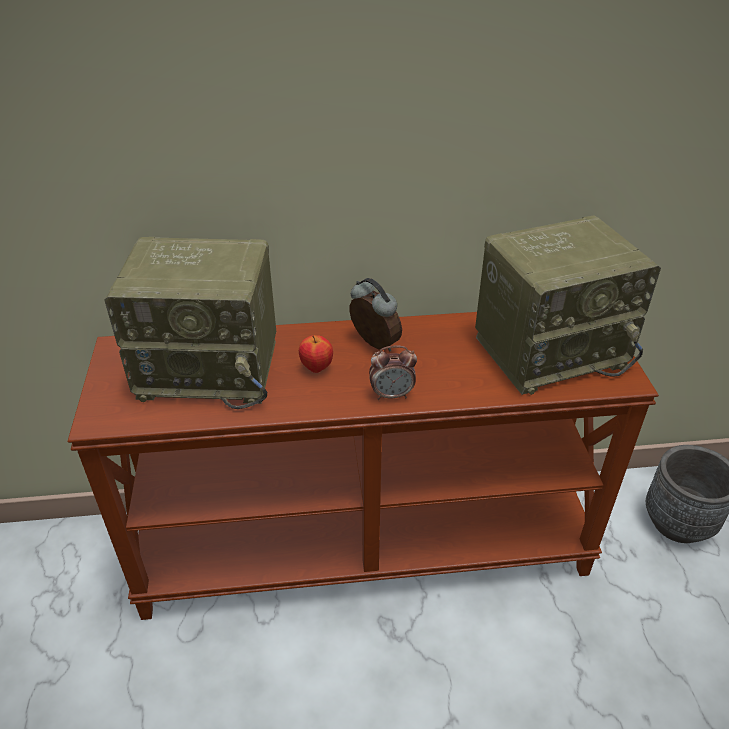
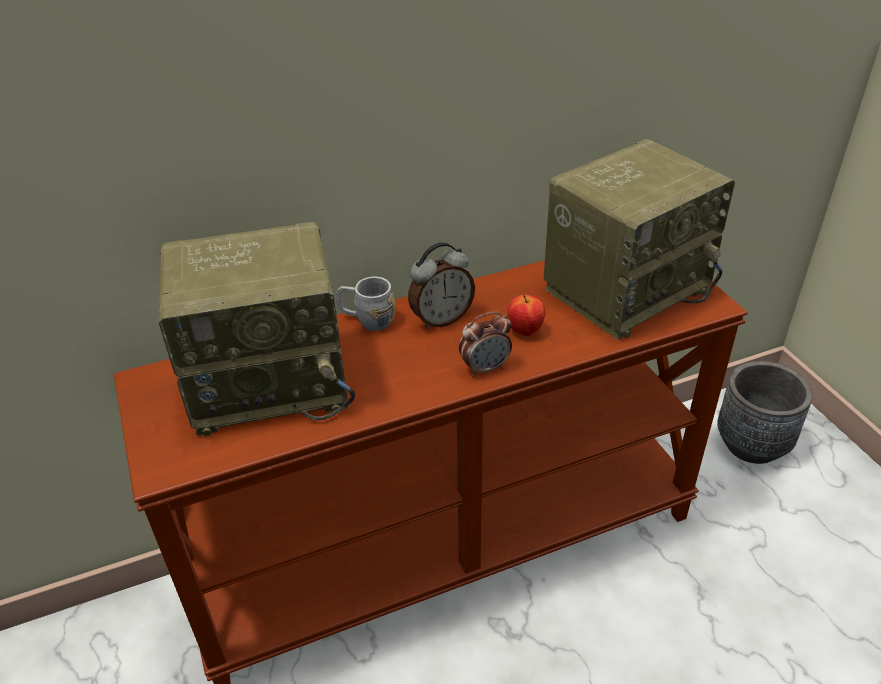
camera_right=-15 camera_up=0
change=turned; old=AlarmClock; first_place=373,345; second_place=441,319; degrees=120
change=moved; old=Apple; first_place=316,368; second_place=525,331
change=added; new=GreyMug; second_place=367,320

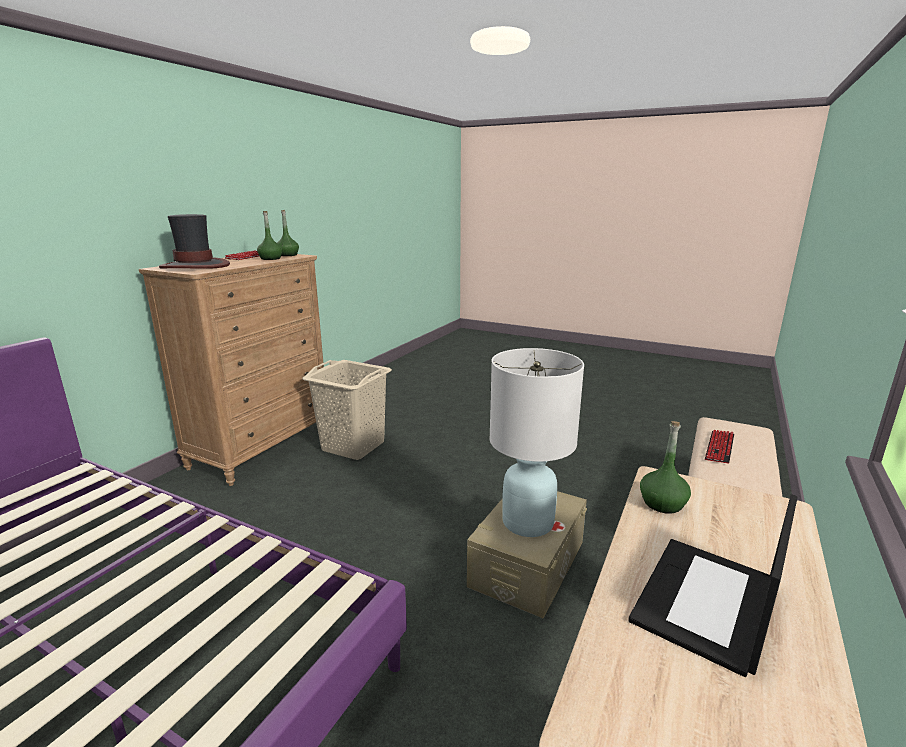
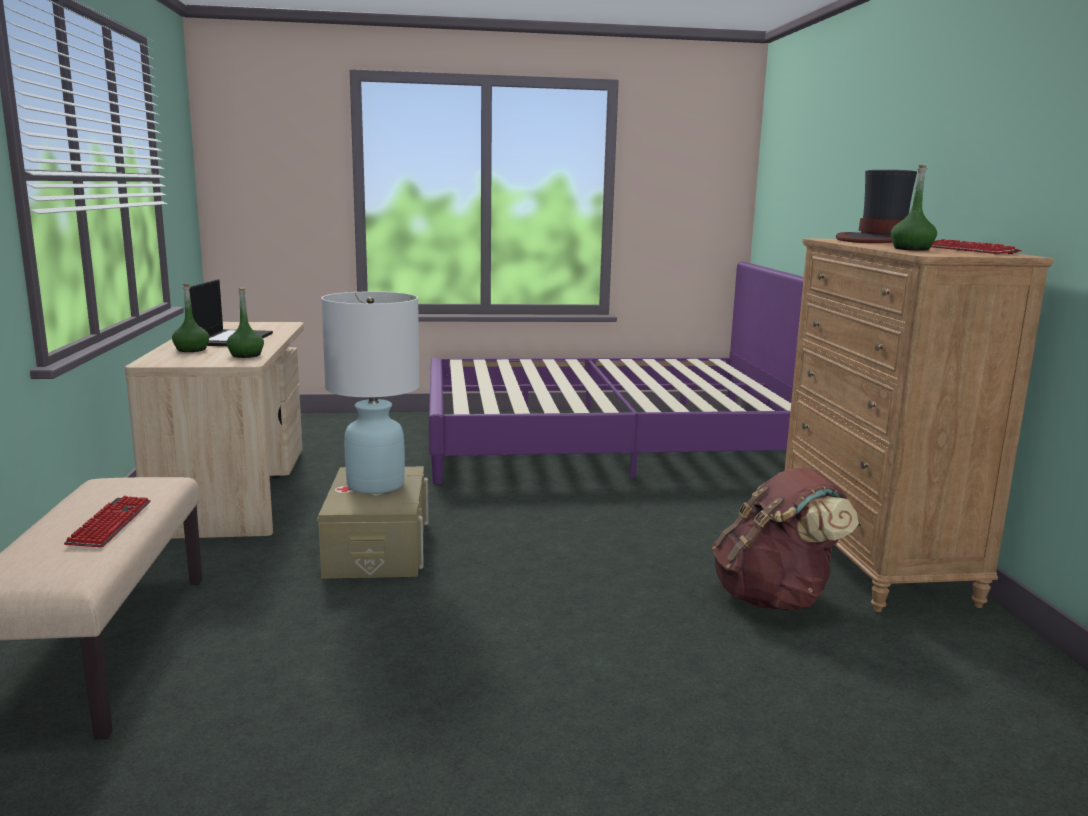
camera_right=145 camera_up=-5
change=moved; old=GreenBottle; first_place=287,255; second_place=191,350
change=replaced; old=BeigeLaundryBasket; new=BrownBackpack; first_place=353,446; second_place=775,598

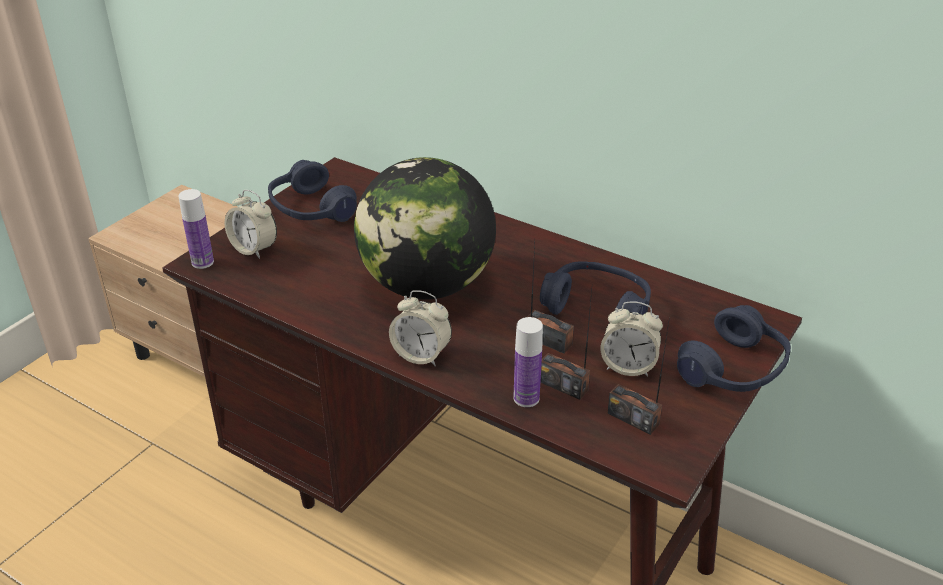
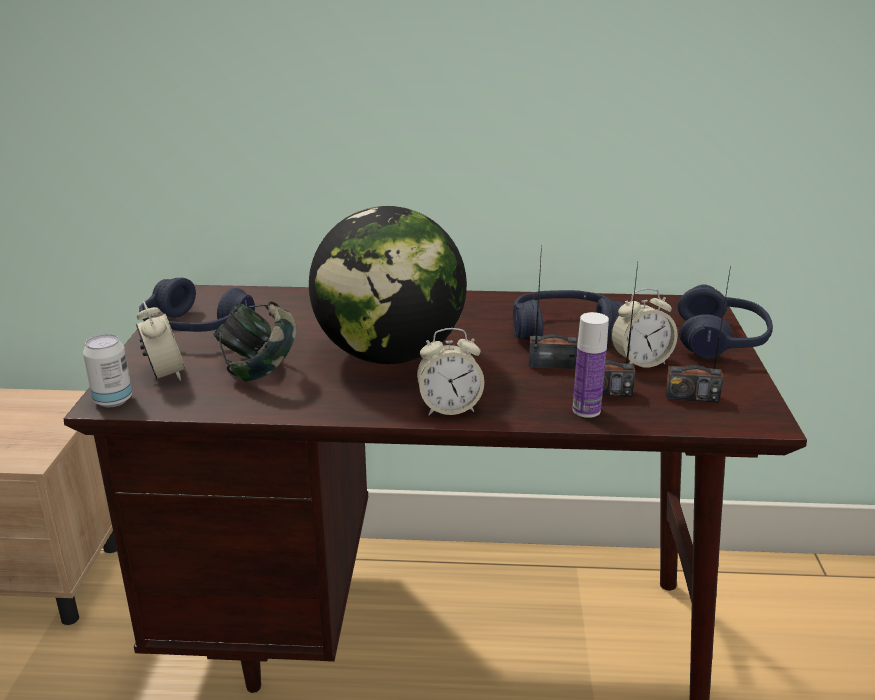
camera_right=-30 camera_up=-10
change=replaced; old=Bottle; new=Can; first_place=202,262; second_place=113,400
change=turned; old=AlarmClock; first_place=254,249; second_place=165,374; degrees=-120
change=added; new=Headphones; second_place=259,370

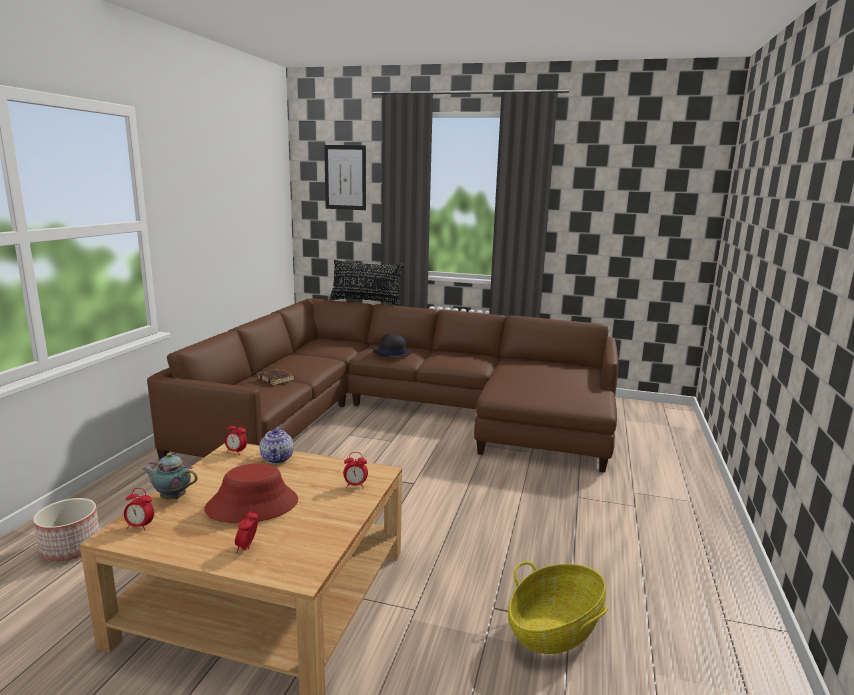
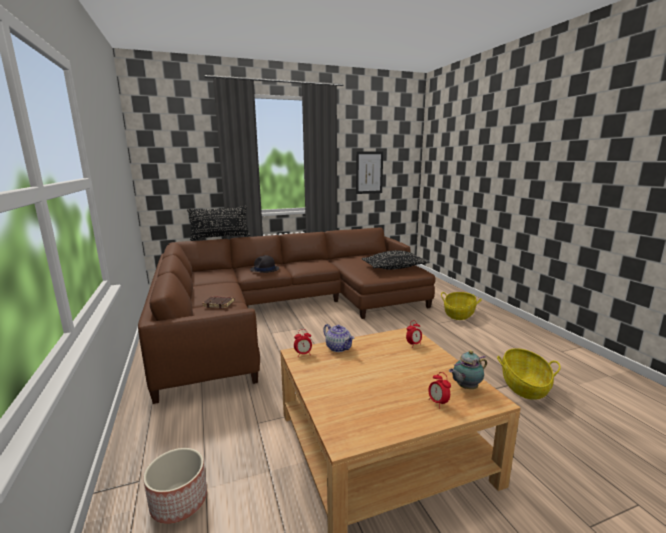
camera_right=-35 camera_up=0
change=moved; old=Picture; first_place=345,177; second_place=369,172
change=moved; old=Teapot; first_place=172,497; second_place=465,387
change=removed; old=RedHat; first_place=252,505
change=removed; old=AlarmClock; first_place=140,526
change=added; new=BlackPillow; second_place=394,268
change=added; new=Basket; second_place=459,314

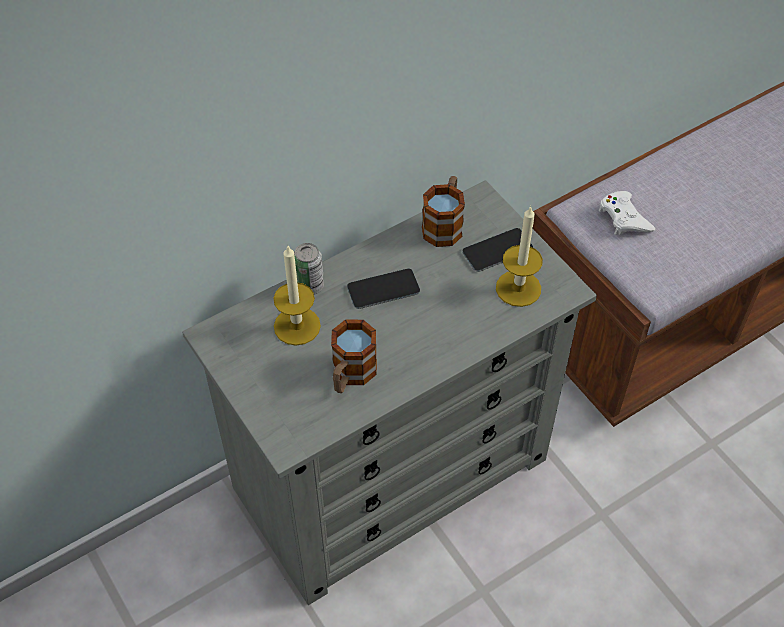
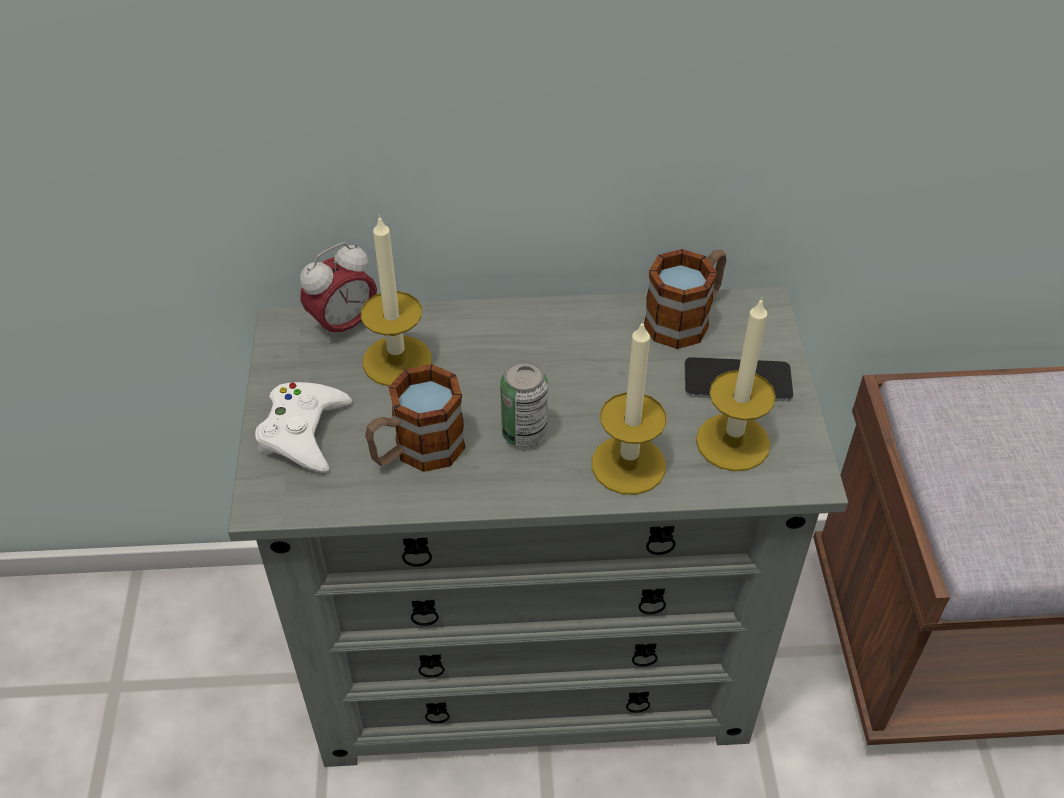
camera_right=30 camera_up=-5
change=moved; old=WhiteGameController; first_place=624,218; second_place=304,432
change=moved; old=Can; first_place=310,286; second_place=524,433
change=removed; old=Phone; first_place=383,289
change=added; new=AlarmClock; second_place=344,325
change=added; new=Candle; second_place=628,465

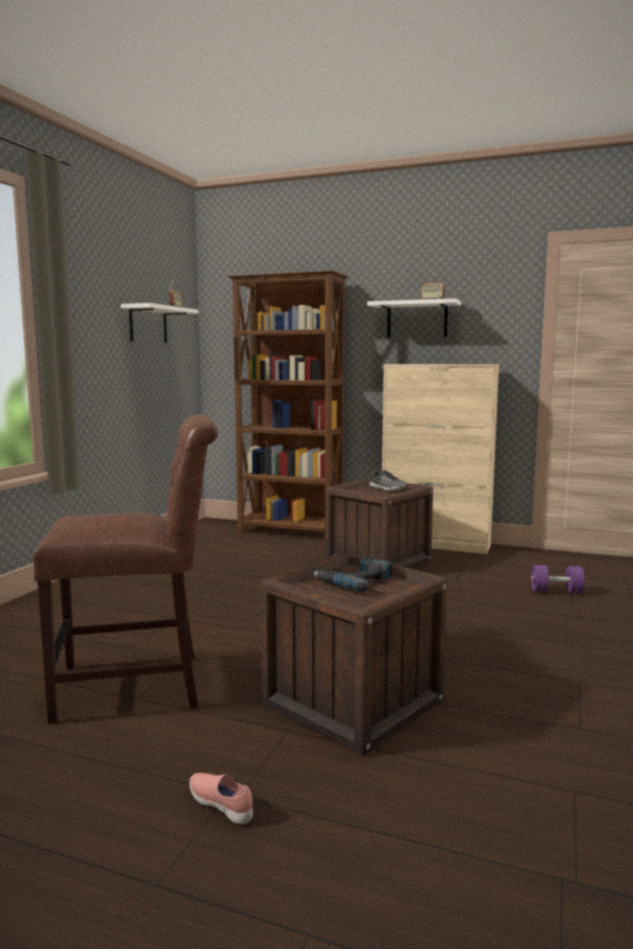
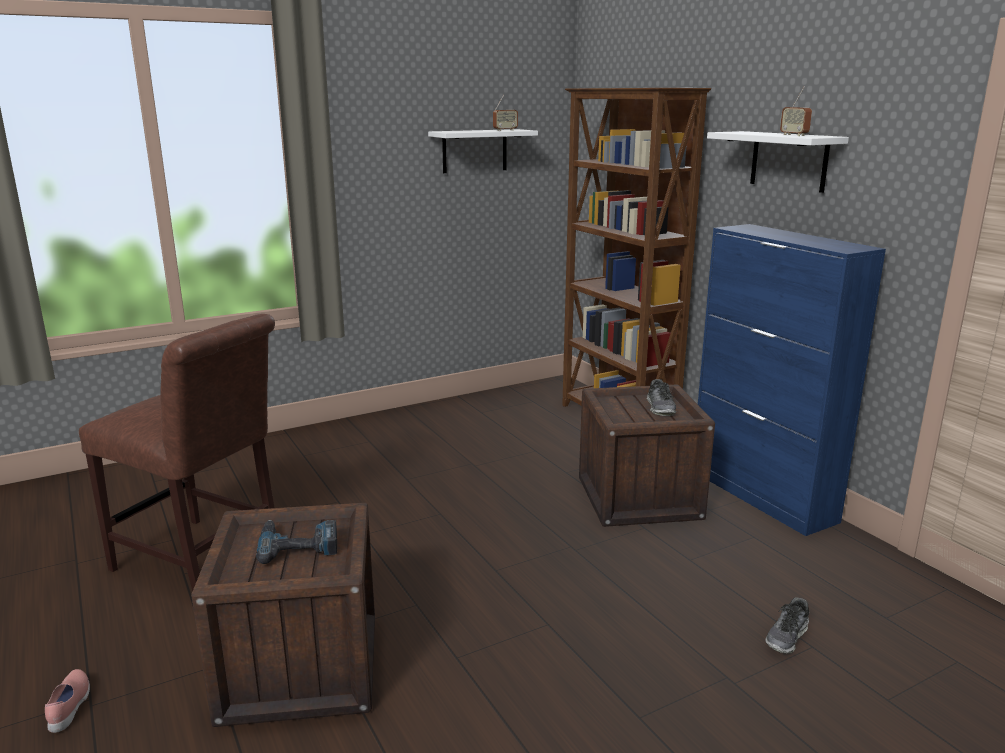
camera_right=40 camera_up=10
change=recoloured; old=BeigeCabinet; new=BlueCabinet; first_place=436,544; second_place=762,496
change=replaced; old=PurpleDumbbell; new=Shoe; first_place=556,591; second_place=787,637

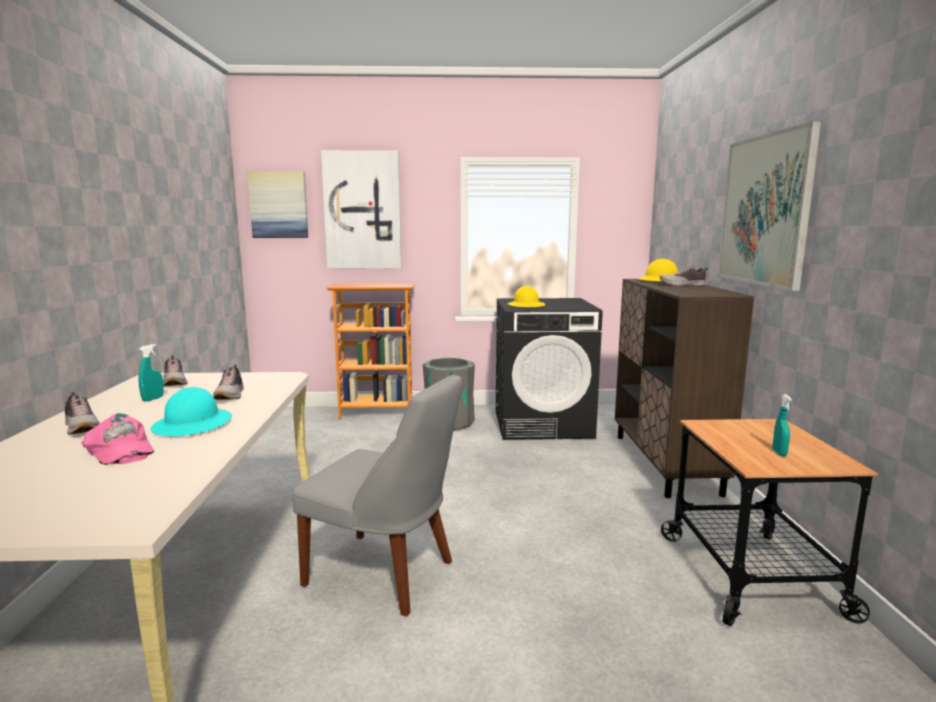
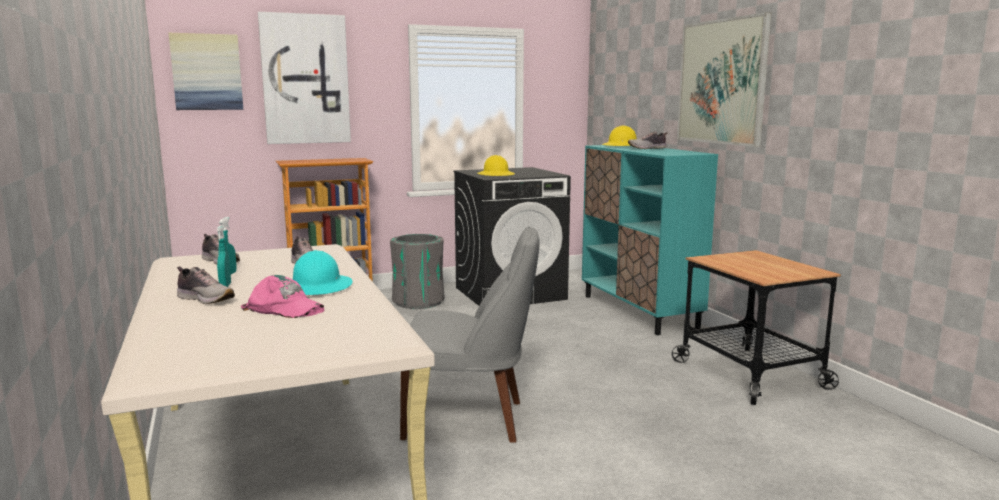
camera_right=-20 camera_up=0
change=recoloured; old=BrownCabinet; new=TurquoiseCabinet; first_place=665,463; second_place=639,311
change=moved; old=TurquoiseSprayBottle; first_place=779,453; second_place=225,286

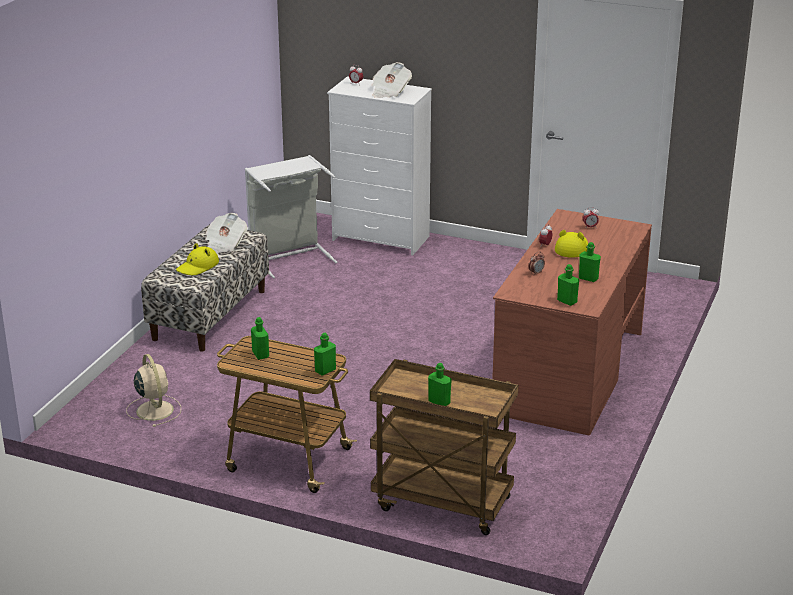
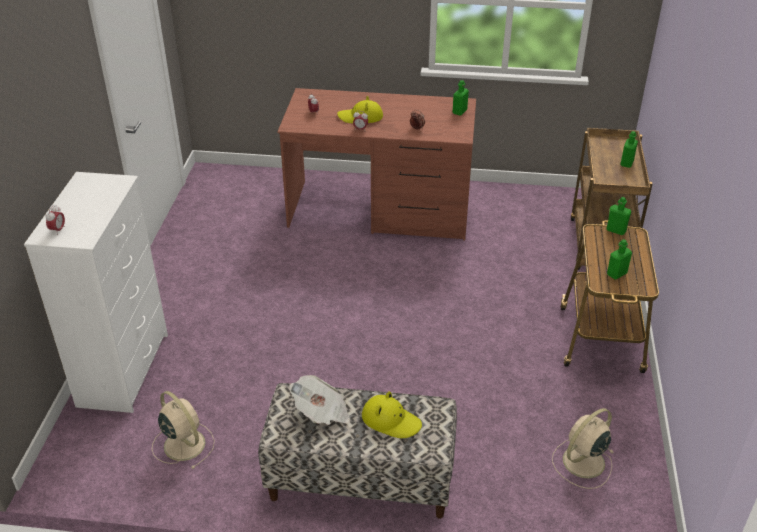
camera_right=-105 camera_up=10
change=removed; old=Newspaper; first_place=389,92
change=replaced; old=GreyLaundryBasket; new=BeigeFan; first_place=289,256; second_place=183,443
change=removed; old=GreenBottle; first_place=588,278

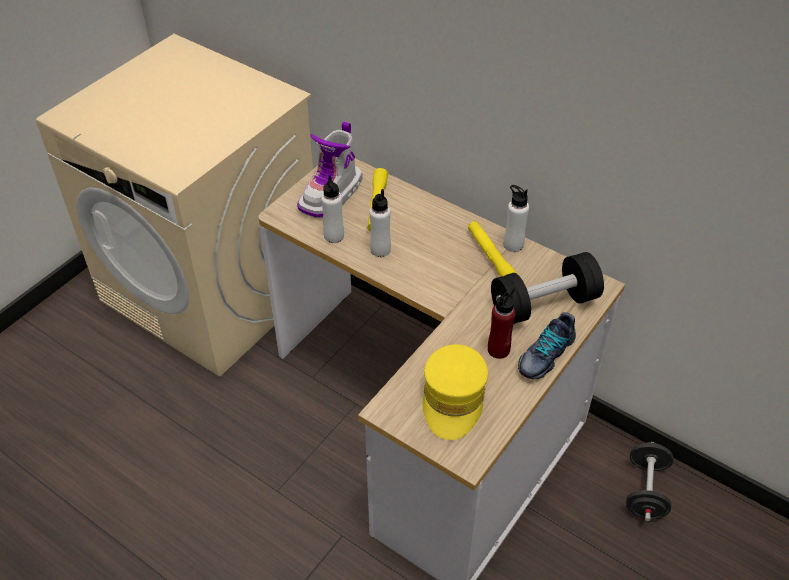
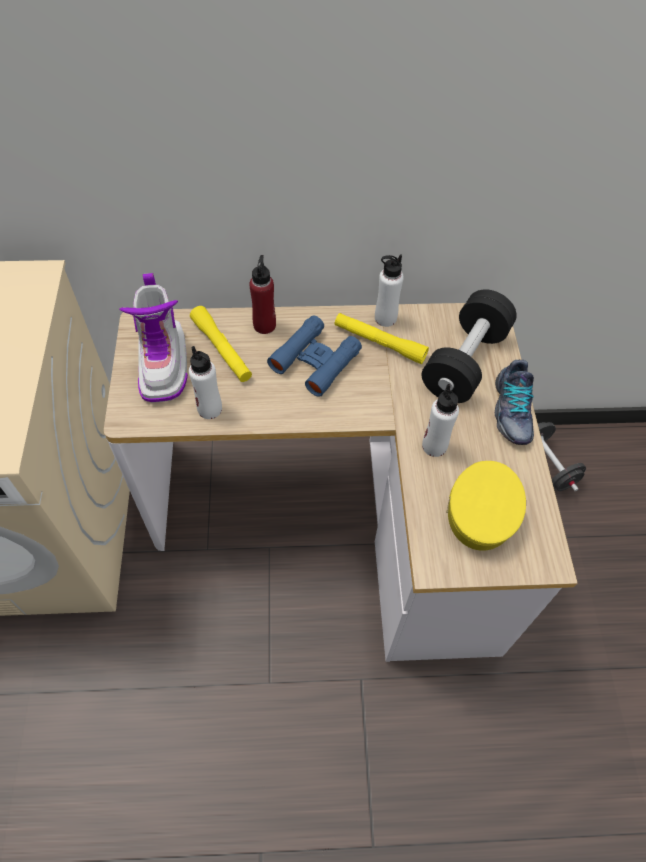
camera_right=-40 camera_up=10
change=moved; old=WhiteBottle; first_place=380,250; second_place=434,446
change=moved; old=RedBottle; first_place=498,350; second_place=264,325
change=turned; old=YellowCap; first_place=453,399; second_place=481,509; degrees=-135
change=added; new=BlueBinoculars; second_place=315,361

